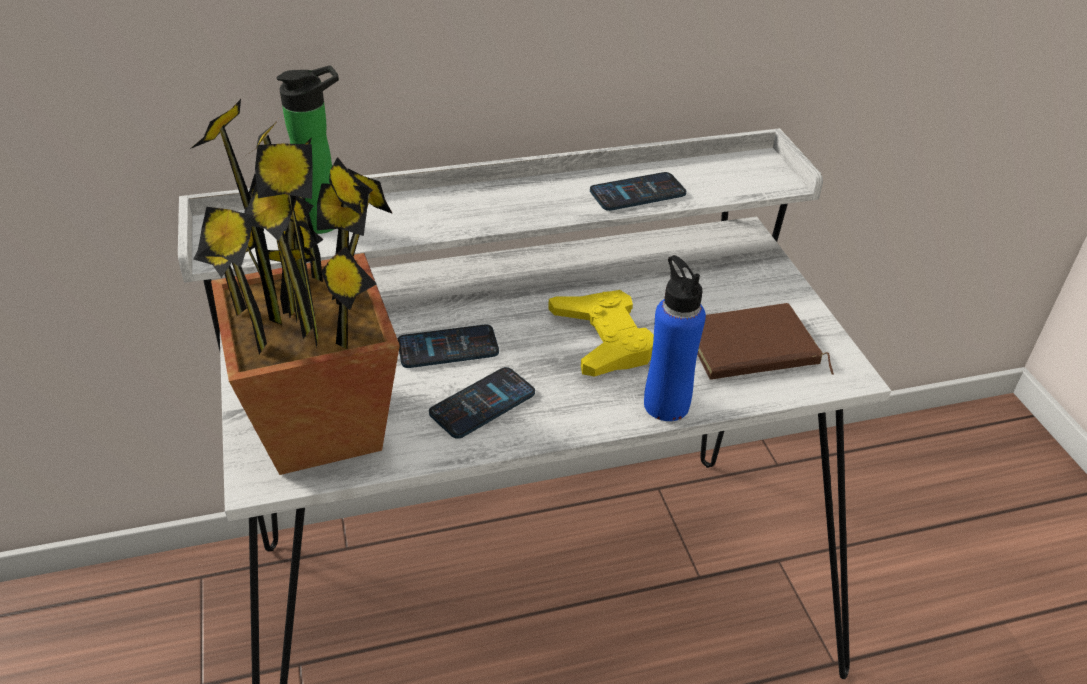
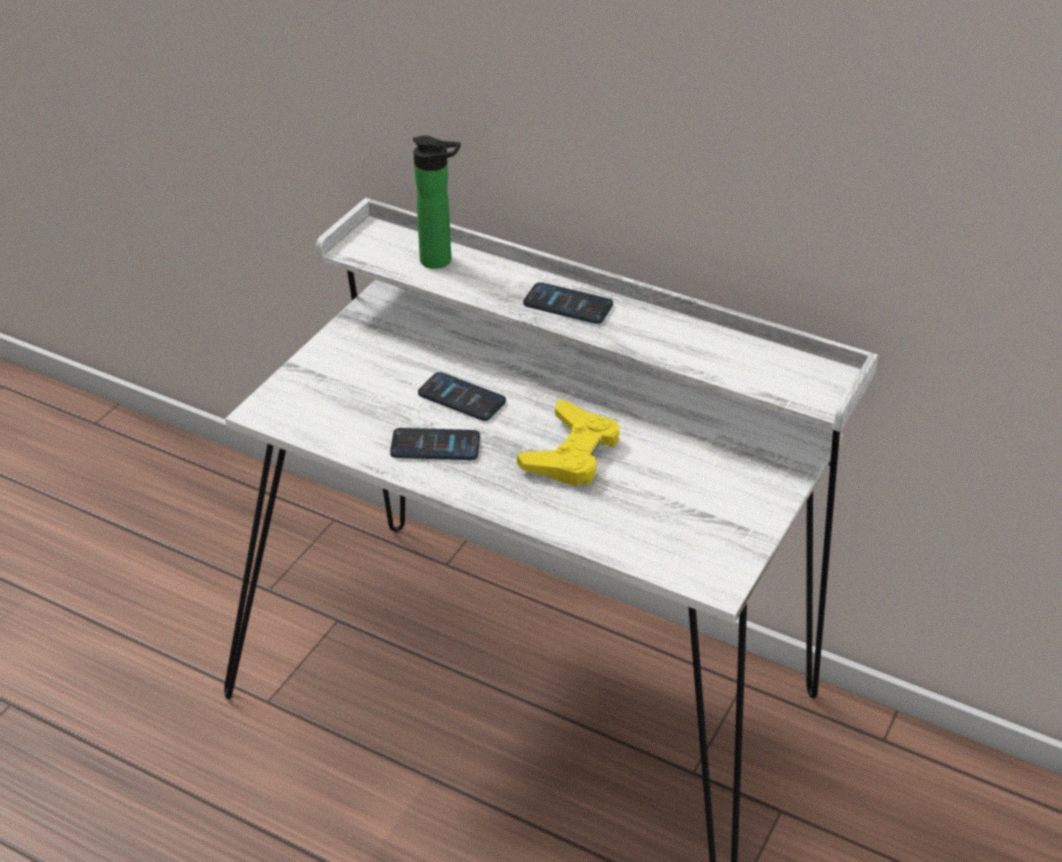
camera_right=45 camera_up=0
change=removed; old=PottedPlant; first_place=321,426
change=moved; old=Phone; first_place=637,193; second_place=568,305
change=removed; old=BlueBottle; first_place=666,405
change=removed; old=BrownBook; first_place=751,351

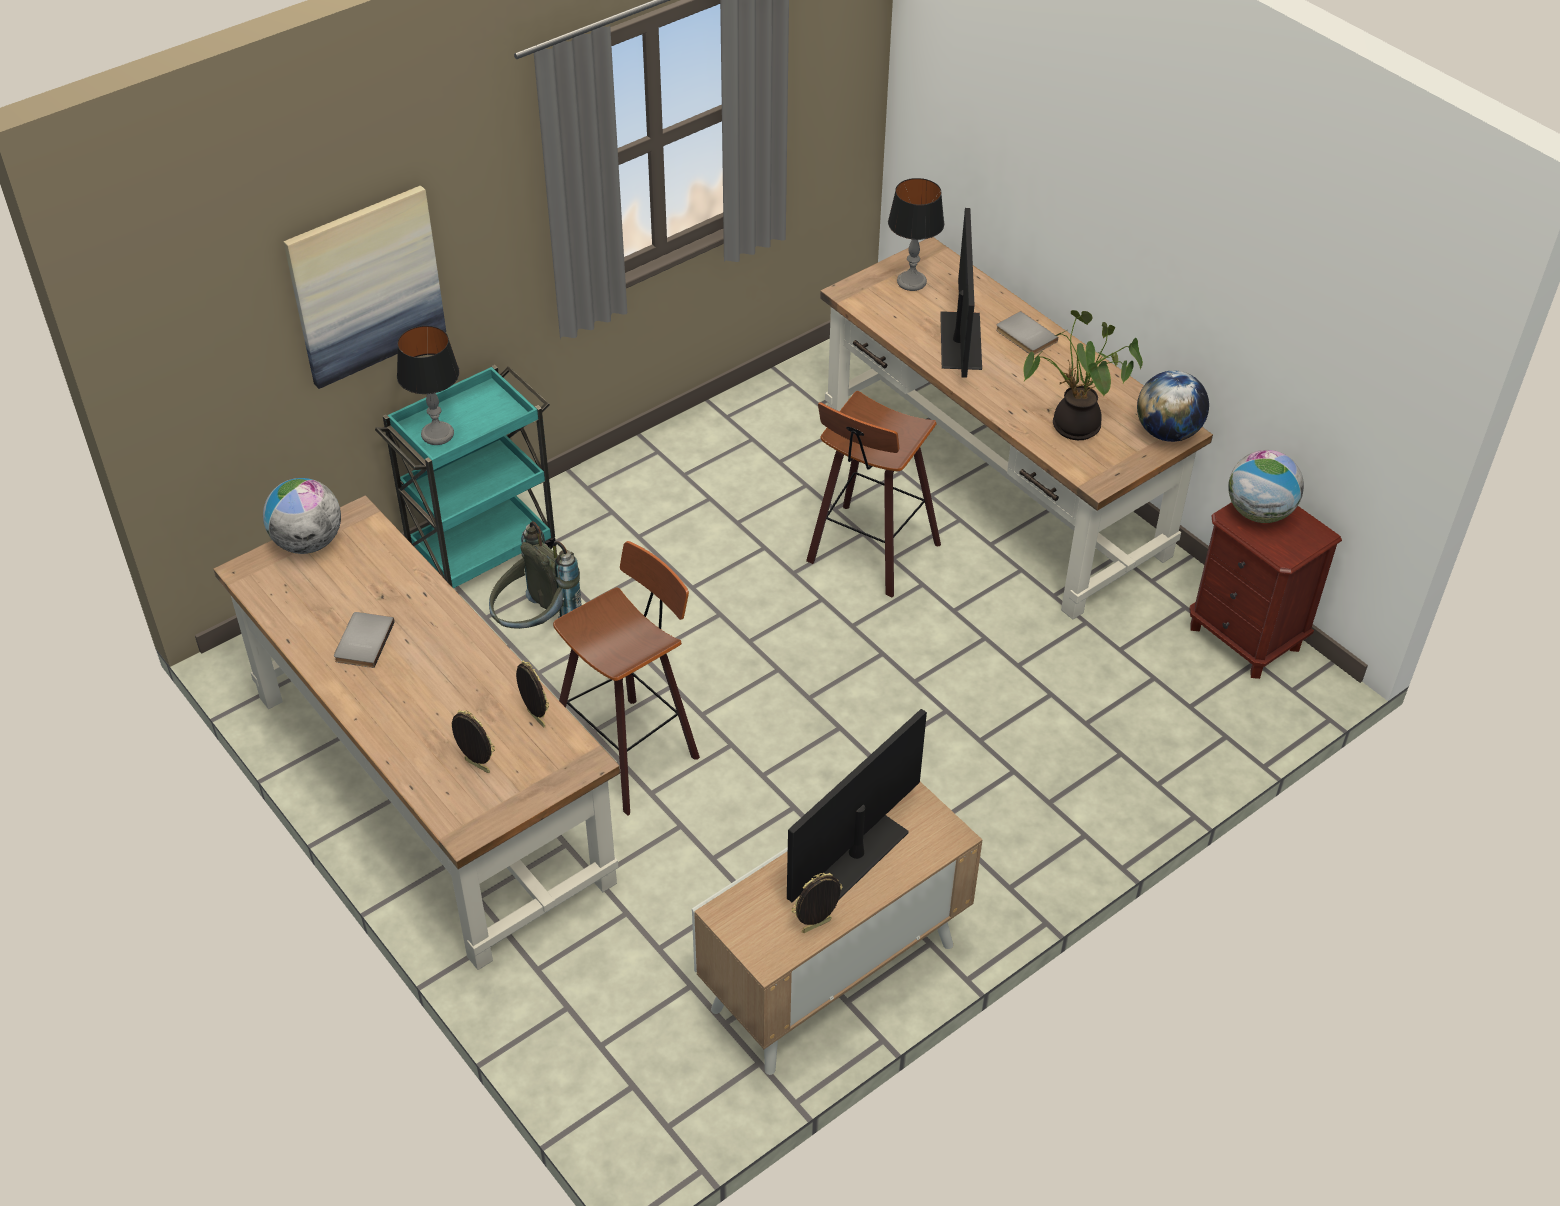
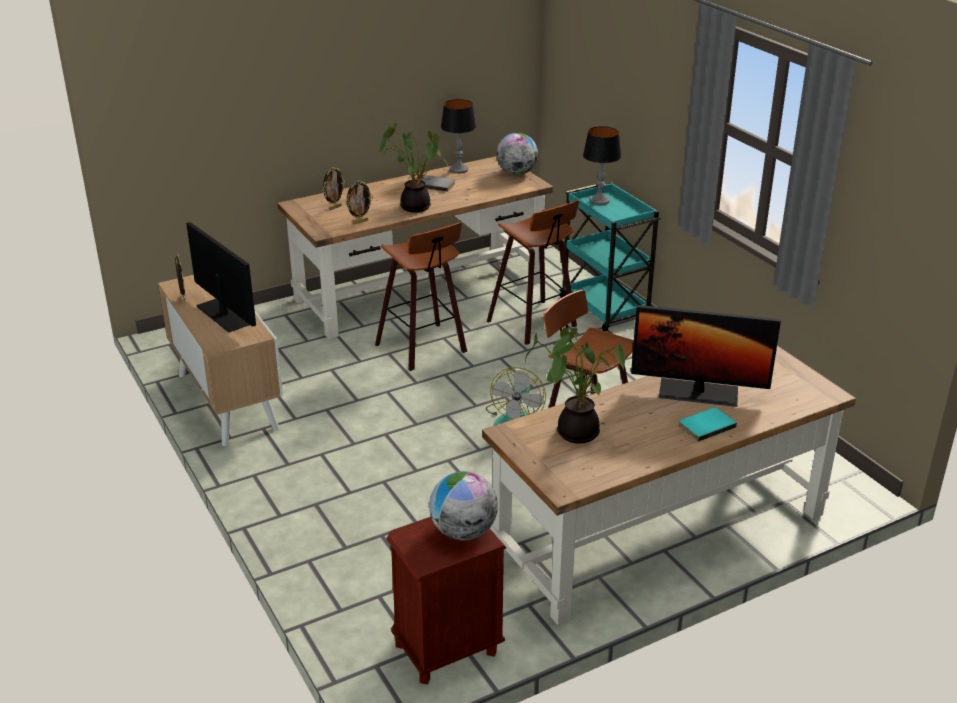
camera_right=100 camera_up=-15
change=moved; old=TableLamp; first_place=912,282; second_place=458,170
change=removed; old=Picture; first_place=366,286
change=recoloured; old=GreyBook; new=TurquoiseBook; first_place=1024,336; second_place=705,425
change=removed; old=Globe; first_place=1167,432
change=replaced; old=GreyBackpack; new=Stool; first_place=535,626; second_place=535,324
change=added; new=PottedPlant; second_place=416,206
change=added; new=Fan; second_place=514,417

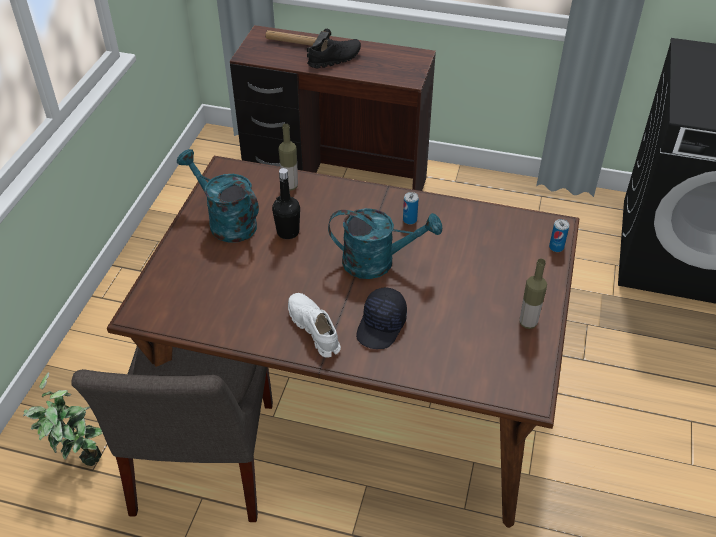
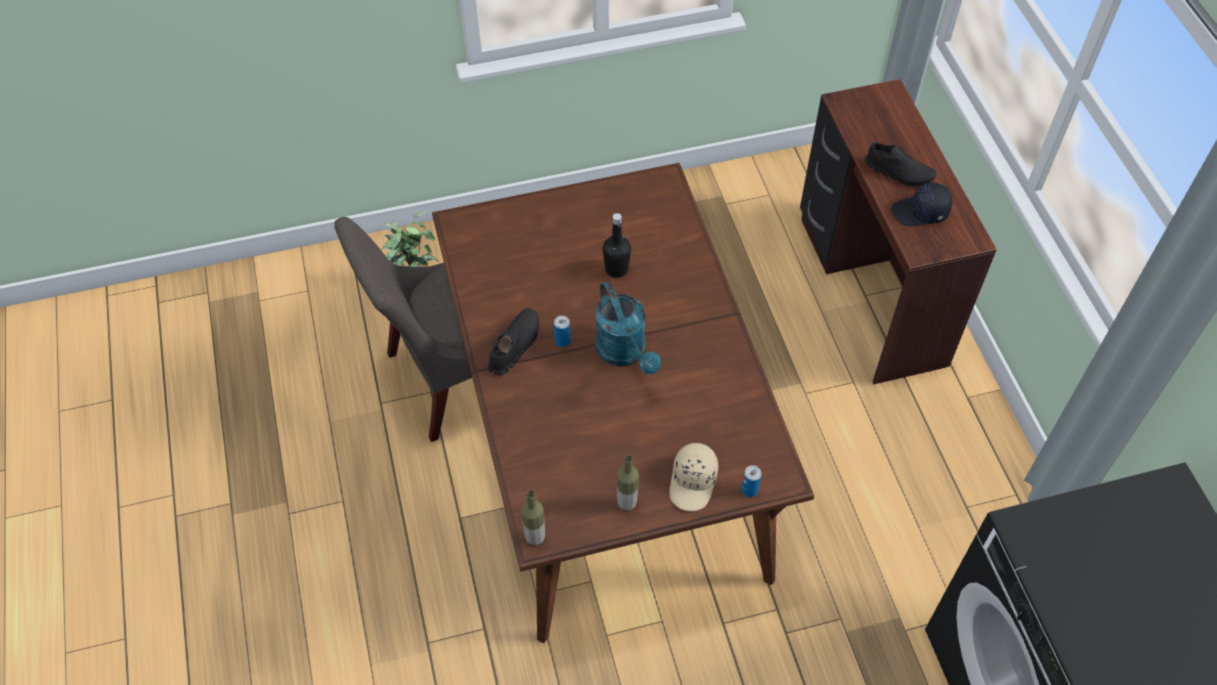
camera_right=60 camera_up=10
change=removed; old=Hammer; first_place=296,43
change=moved; old=Bottle; first_place=290,186; second_place=535,537
change=removed; old=TurquoiseWateringCan; first_place=226,222
change=moved; old=Can; first_place=409,220; second_place=562,341
change=moved; old=BlackCap; first_place=382,326; second_place=920,212
change=recoloured; old=WhiteShoe; new=BlackShoe; first_place=314,329; second_place=514,346
change=added; new=BeigeCap; second_place=693,482

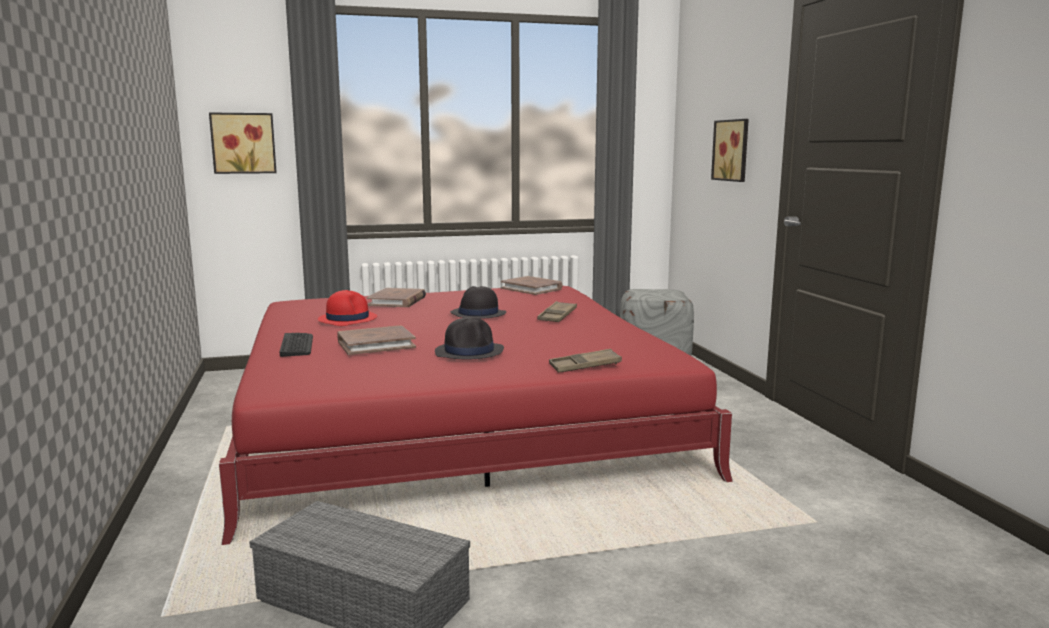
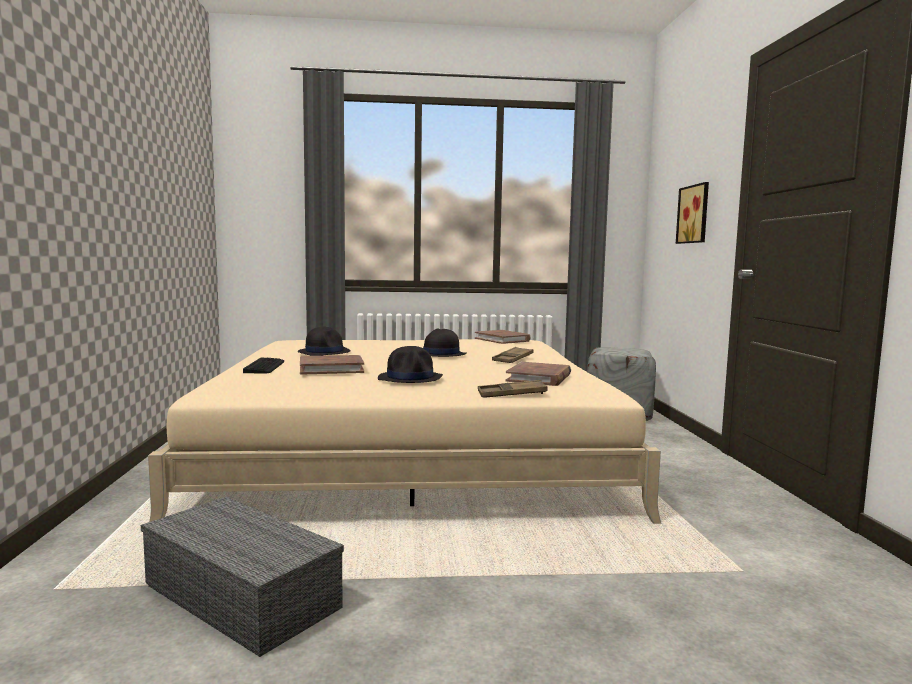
camera_right=10 camera_up=-5
change=removed; old=Picture; first_place=243,143
change=recoloured; old=RedBed; new=BeigeBed; first_place=453,418; second_place=410,447
change=moved; old=BrownBook; first_place=397,301; second_place=539,378
change=recoloured; old=RedHat; new=BlackHat; first_place=347,319; second_place=324,352

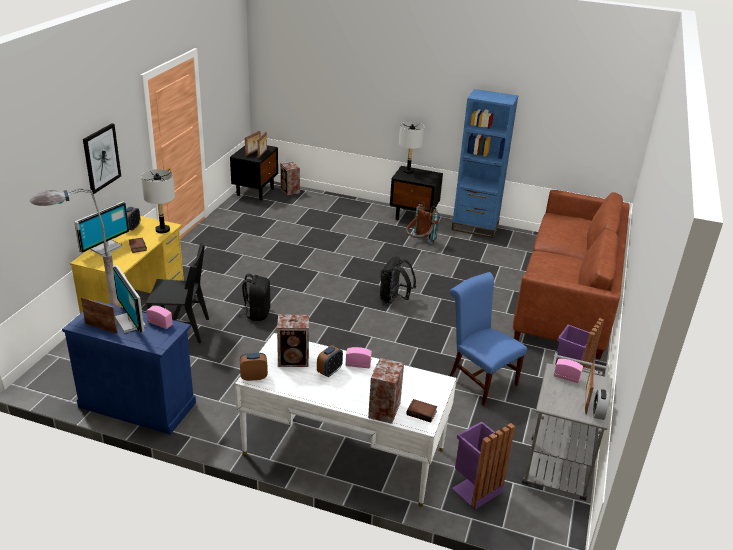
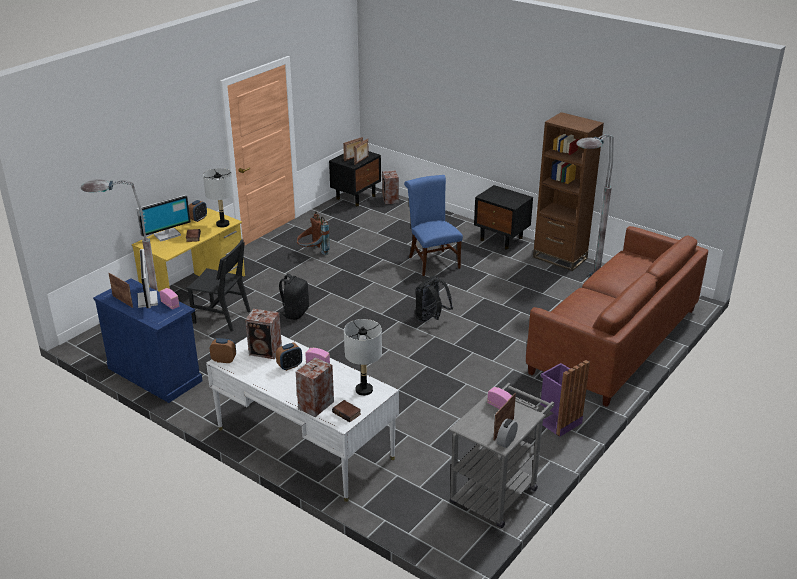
camera_right=20 camera_up=0
change=recoloured; old=BlueBookcase; new=BrownBookcase; first_place=475,227; second_place=560,258
change=moved; old=GreyTableLamp; first_place=408,171; second_place=364,390
change=removed; old=Picture; first_place=101,158
change=moved; old=BrownBackpack; first_place=419,243; second_place=313,253
change=moved; old=BlueChair; first_place=478,380; second_place=432,261
change=removed; old=PurpleTrashCan; first_place=475,488
change=added; new=GreyFloorLamp; second_place=579,283

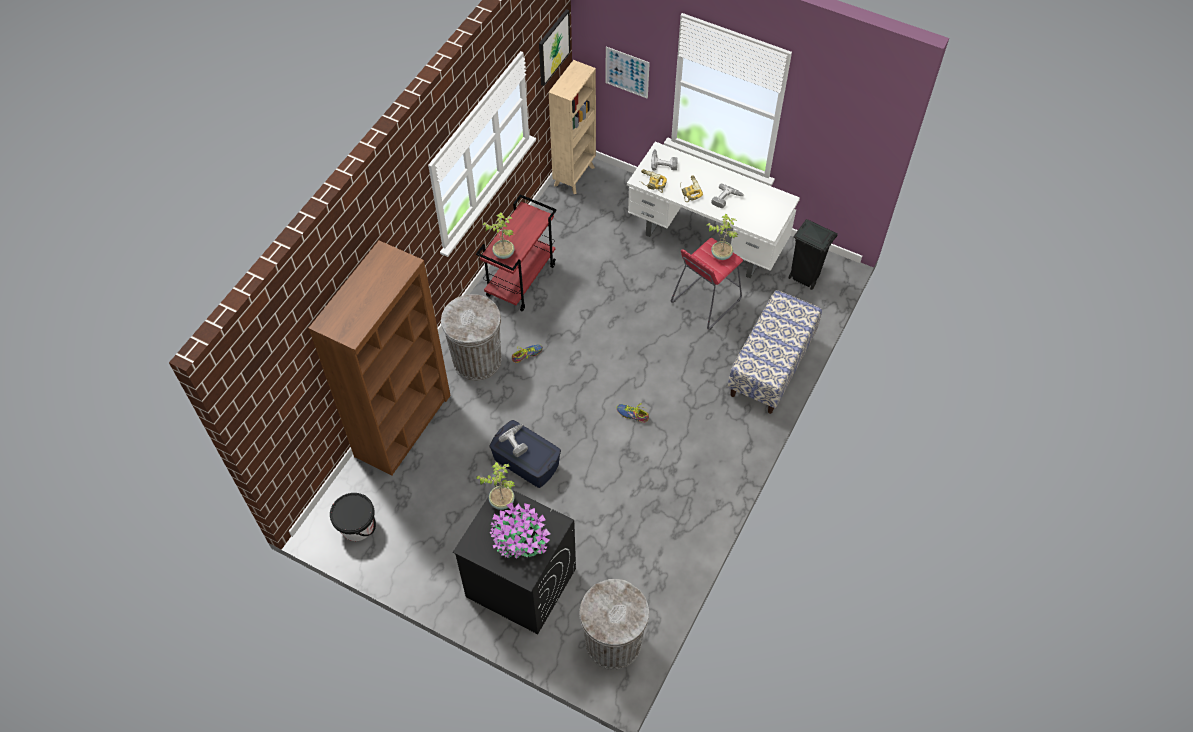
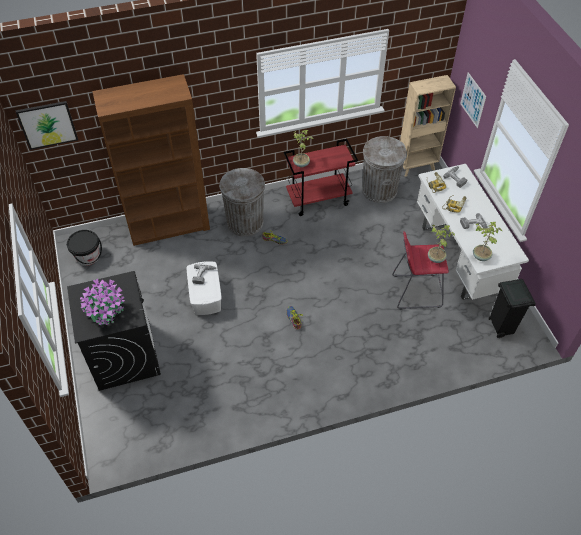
camera_right=45 camera_up=-5
change=moved; old=Picture; first_place=553,47; second_place=47,124
change=removed; old=Bench; first_place=771,366
change=recoloured; old=BlueStorageBox; new=WhiteStorageBox; first_place=526,462; second_place=205,295
change=moved; old=PottedPlant; first_place=501,500; second_place=481,256
change=moved; old=GreyTrashCan; first_place=613,643; second_place=379,190

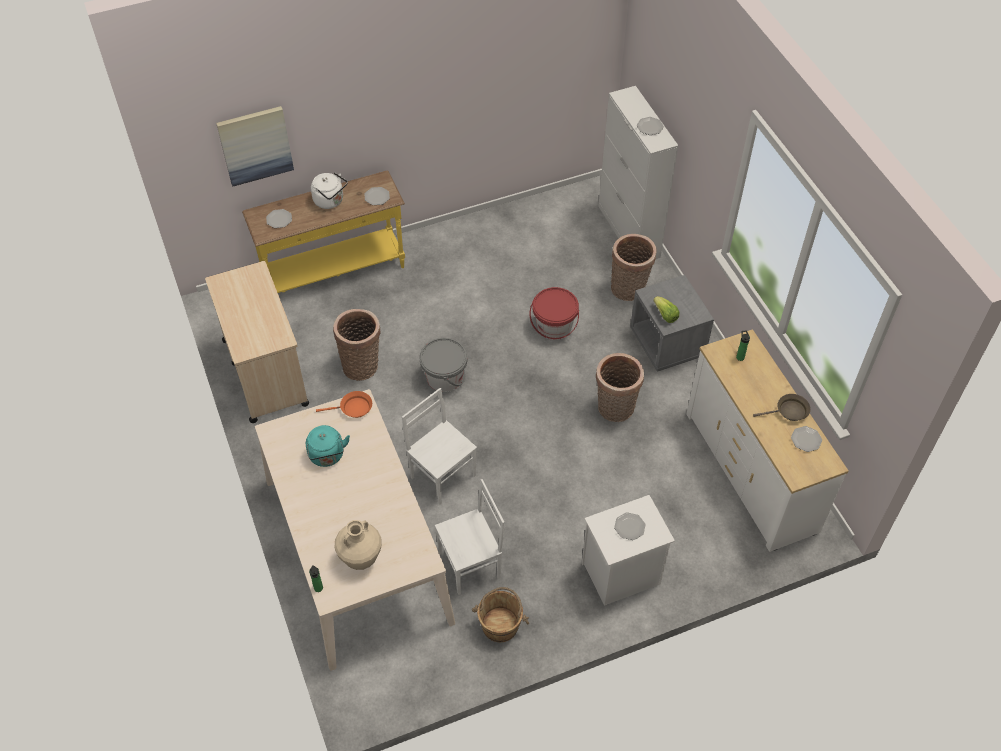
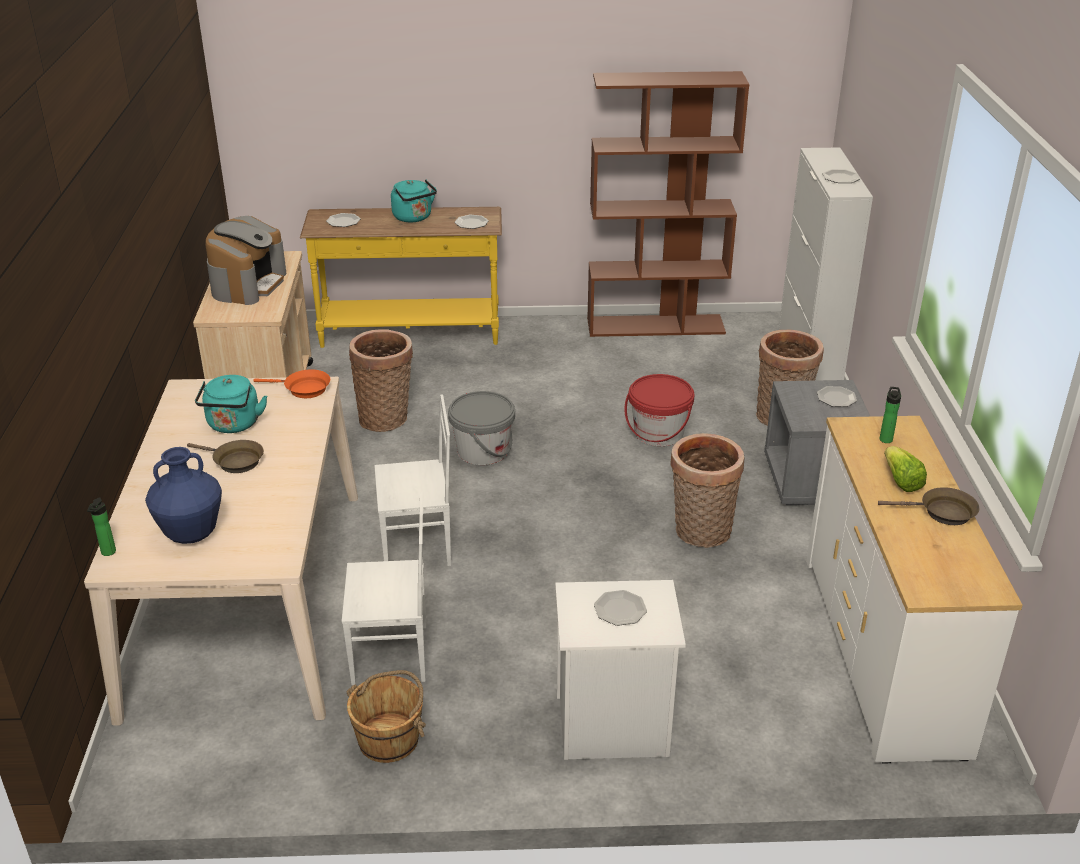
camera_right=20 camera_up=-20
change=removed; old=Picture; first_place=255,145
change=recoloured; old=WhiteKettle; new=TurquoiseKettle; first_place=330,201; second_place=414,218
change=moved; old=Lettuce; first_place=665,315; second_place=901,481
change=turned; old=WhiteChair; first_place=443,475; second_place=417,546; degrees=105
change=moved; old=Plate; first_place=805,440; second_place=836,398
change=recoloured; old=BeigeVase; new=BlueVase; first_place=361,558; second_place=192,534
change=added; new=BrownBookcase; second_place=656,326
change=added; new=CoffeeMachine; second_place=248,284
change=added; new=BrownFryingPan; second_place=235,461

